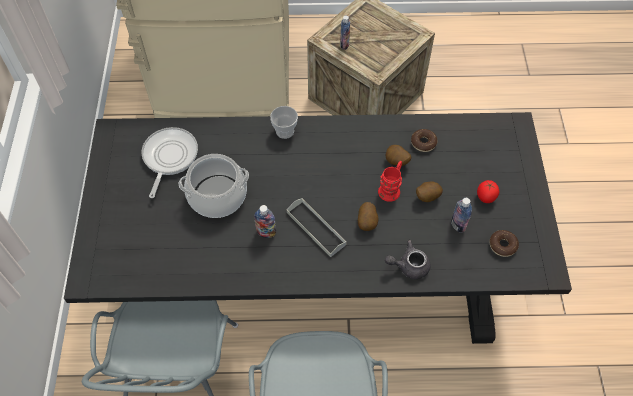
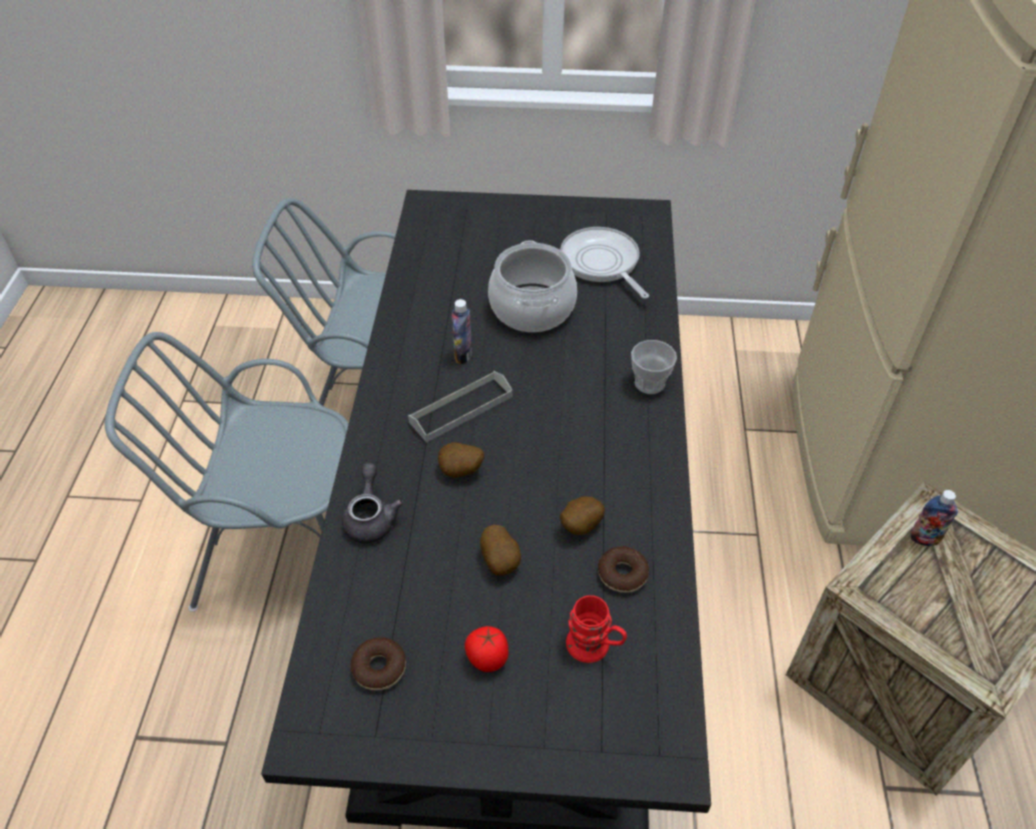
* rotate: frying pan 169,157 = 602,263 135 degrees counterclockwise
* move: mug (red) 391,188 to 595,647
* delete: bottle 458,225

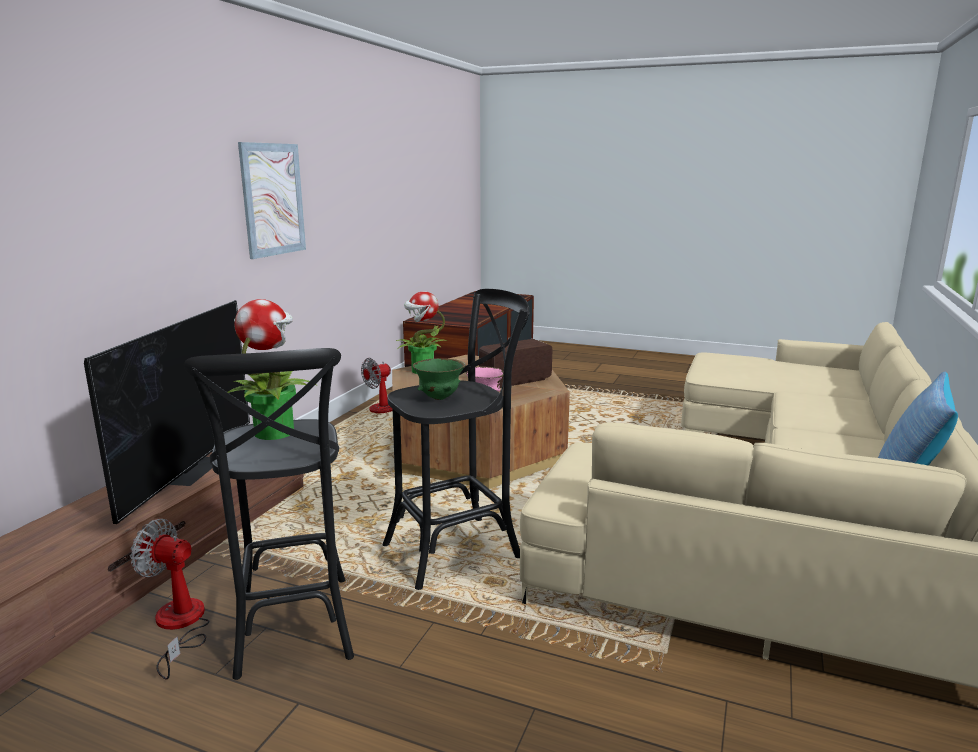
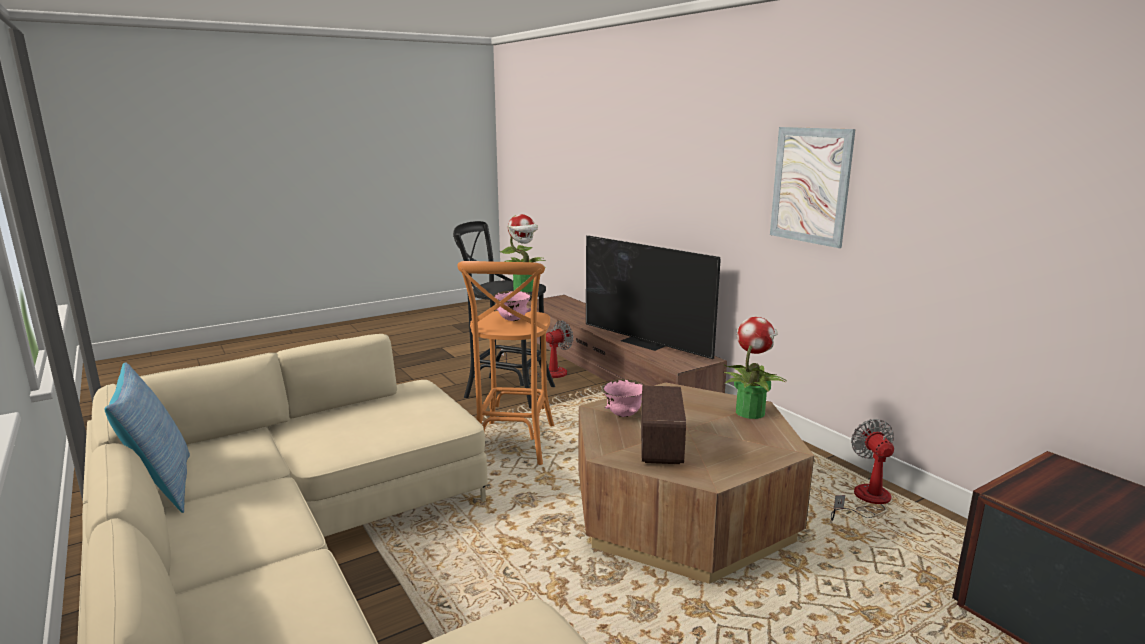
* recolor: stool (black) 458,549 to stool (orange) 512,445
* recolor: bowl (green) 439,398 to bowl (pink) 512,320

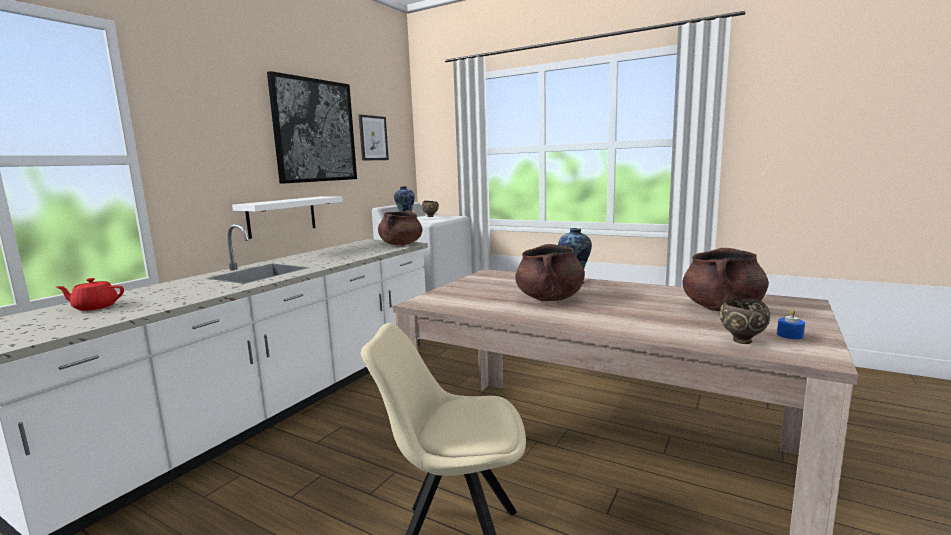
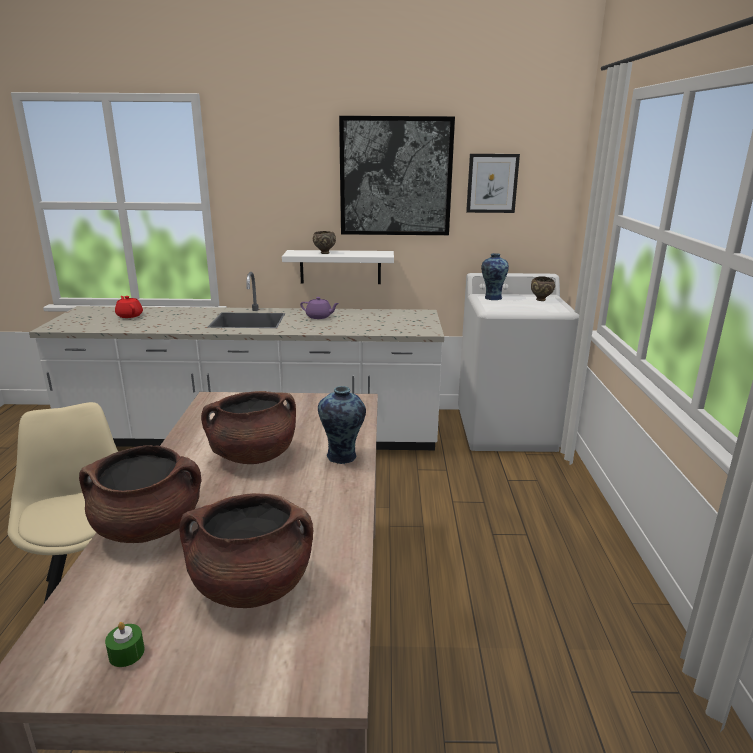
* move: cooking pot (brown) 401,244 to 149,527
* recolor: candle (blue) 790,335 to candle (green) 126,653
* insert: teapot (purple) 319,317
* move: bowl (brown) 741,341 to 324,253

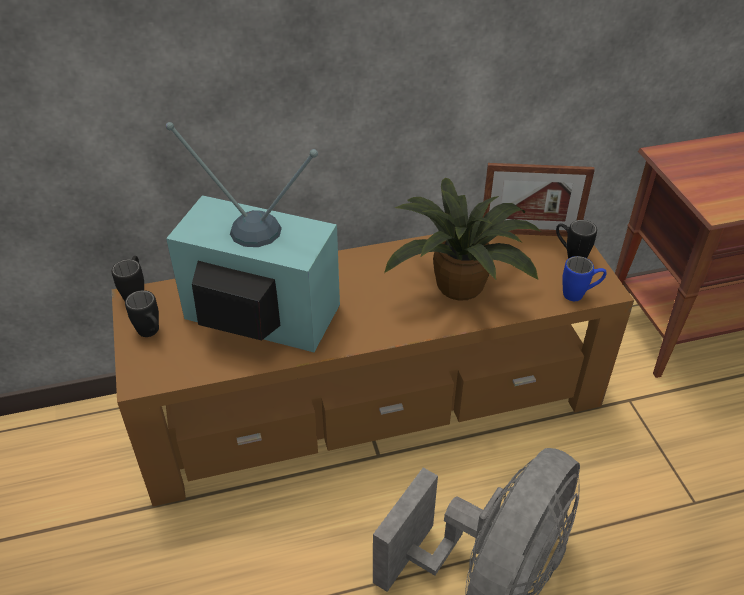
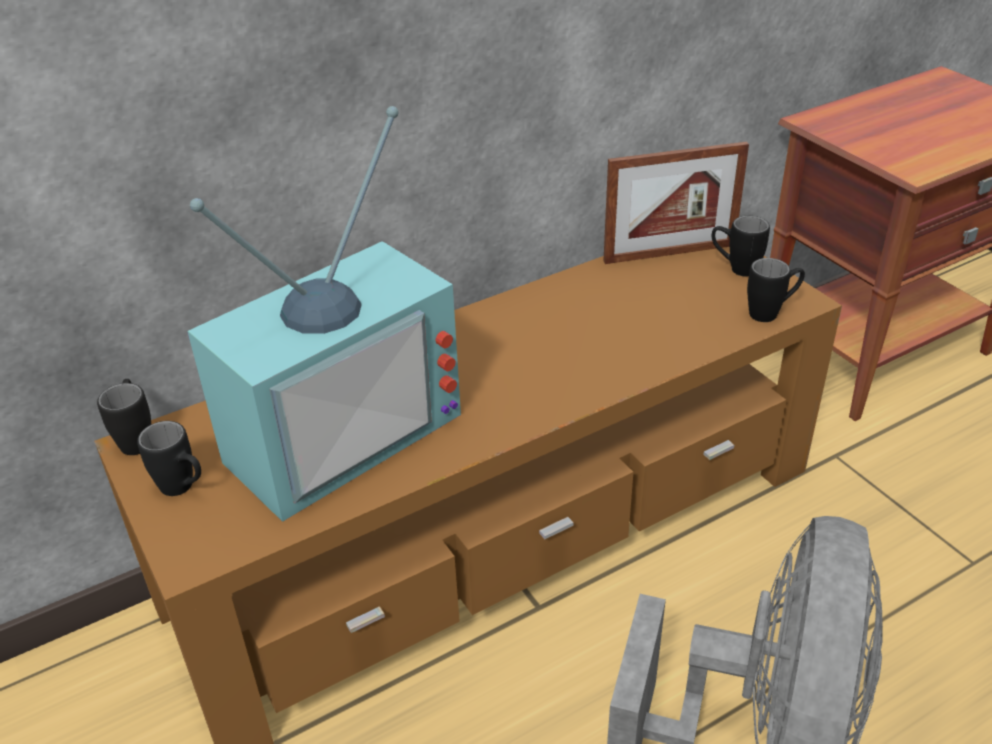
* rotate: television 257,316 = 340,430 135 degrees clockwise
* recolor: mug (blue) 579,295 to mug (black) 771,313
* delete: potted plant 461,282

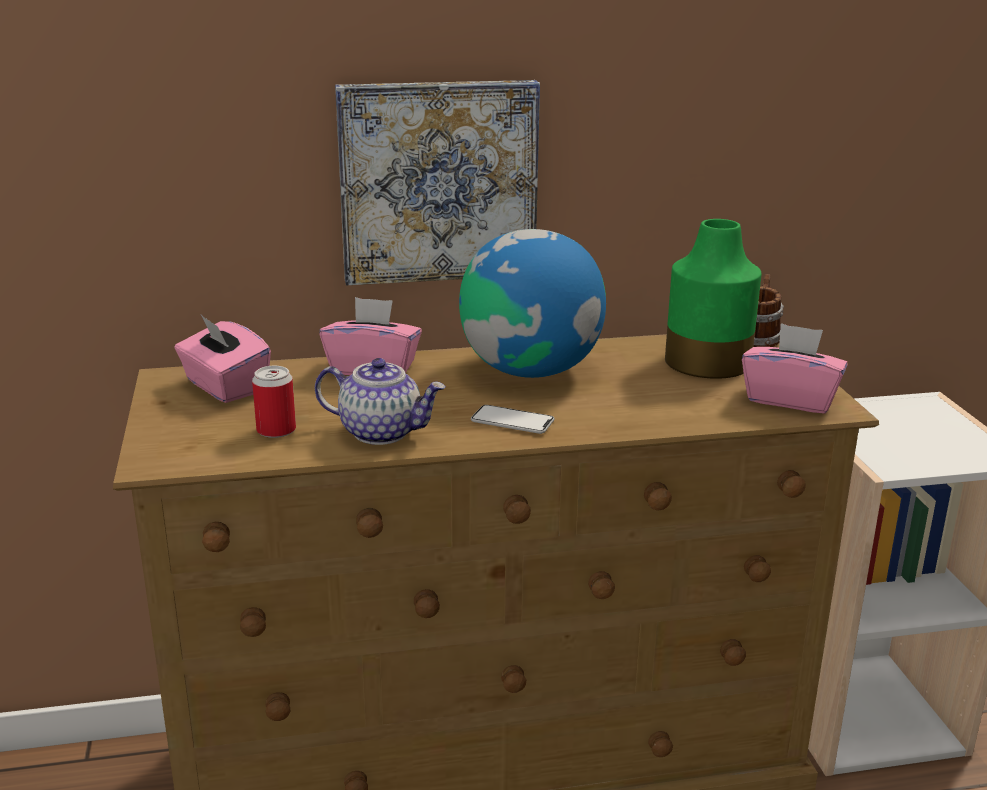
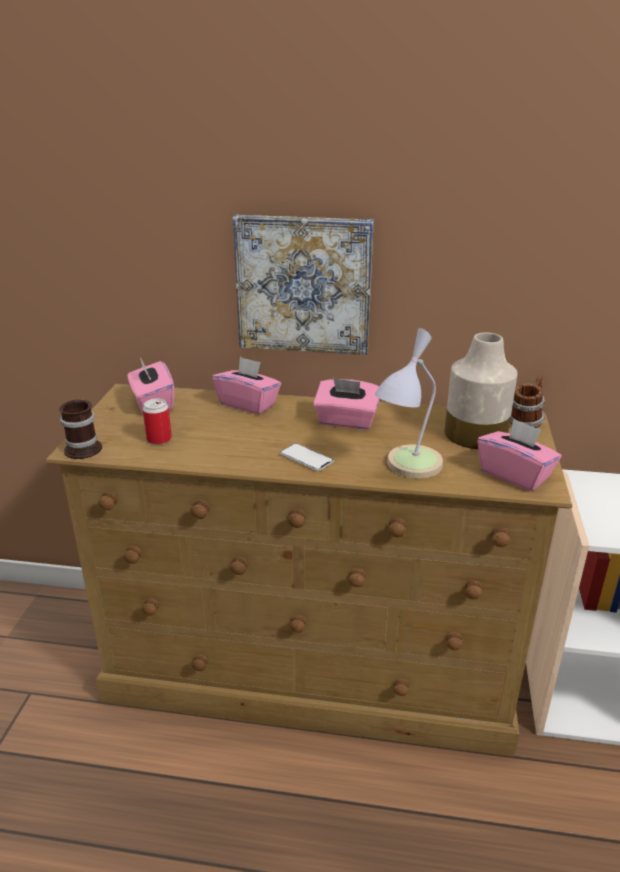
* insert: mug 85,447
* replace: globe 530,370 to tissue box (pink) 346,421
* insert: table lamp 406,468
* recolor: vase (green) 709,361 to vase (beige) 476,433
* delete: teapot 382,432

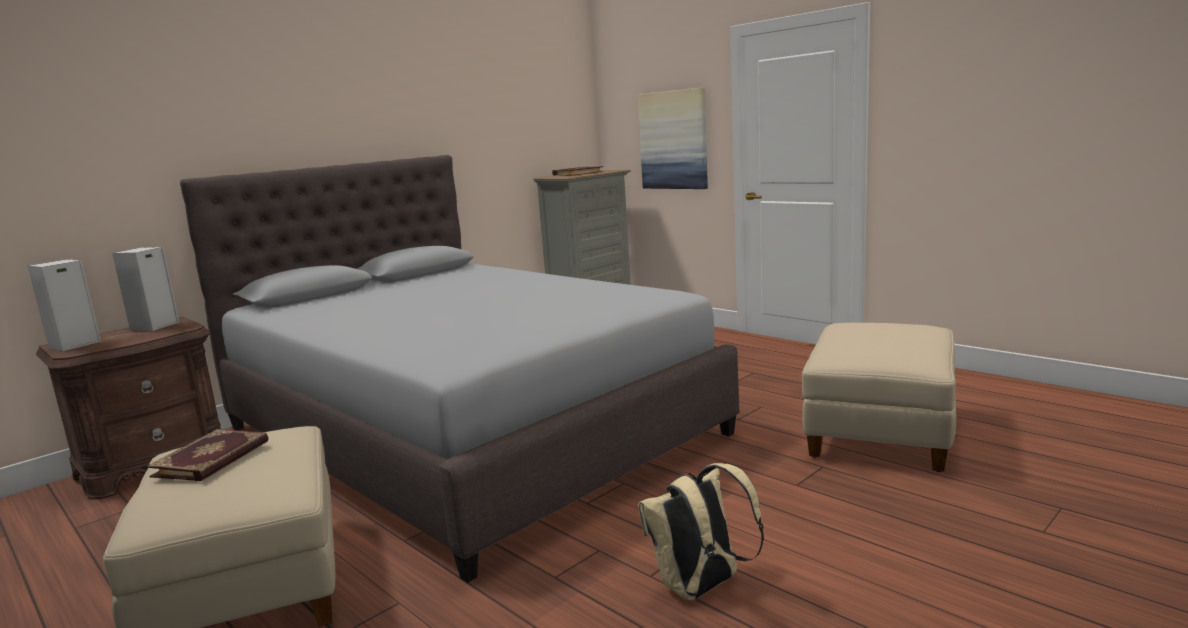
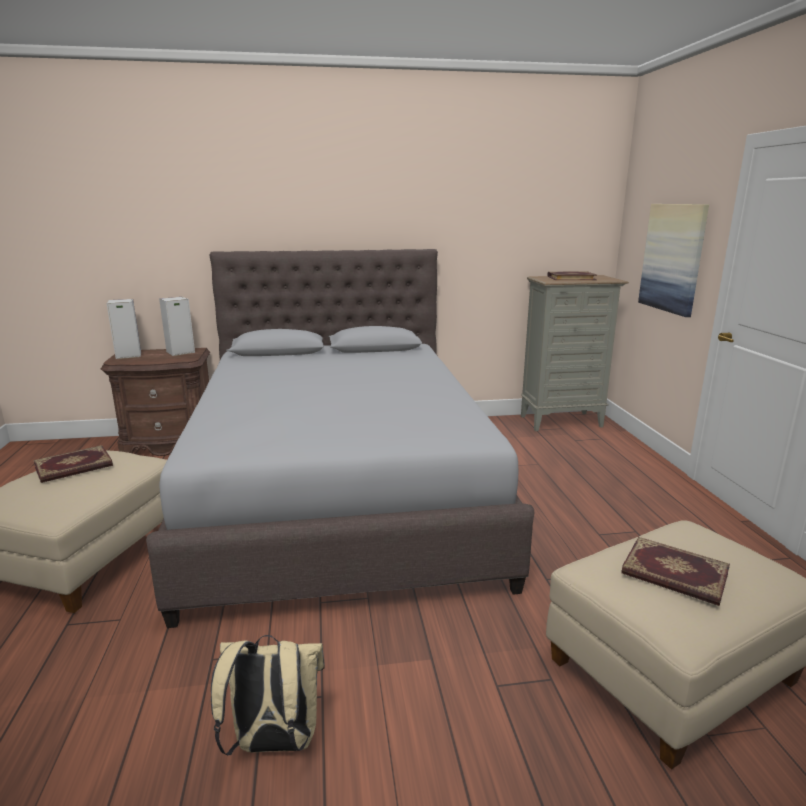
* insert: book 674,575

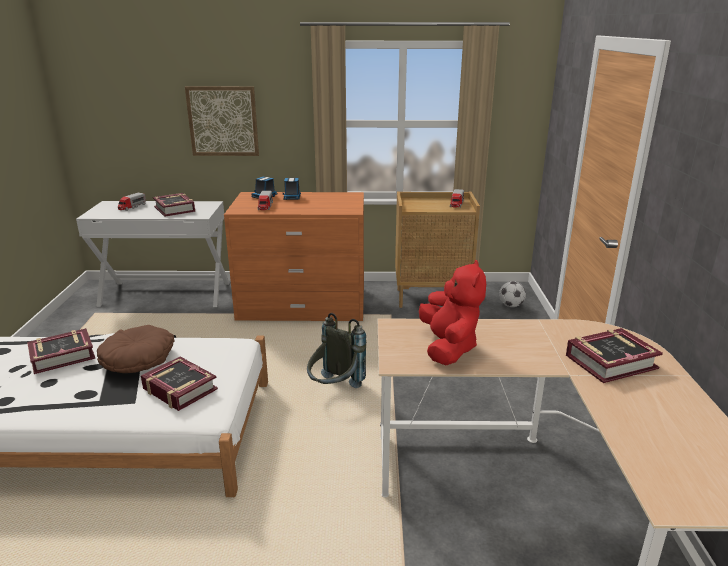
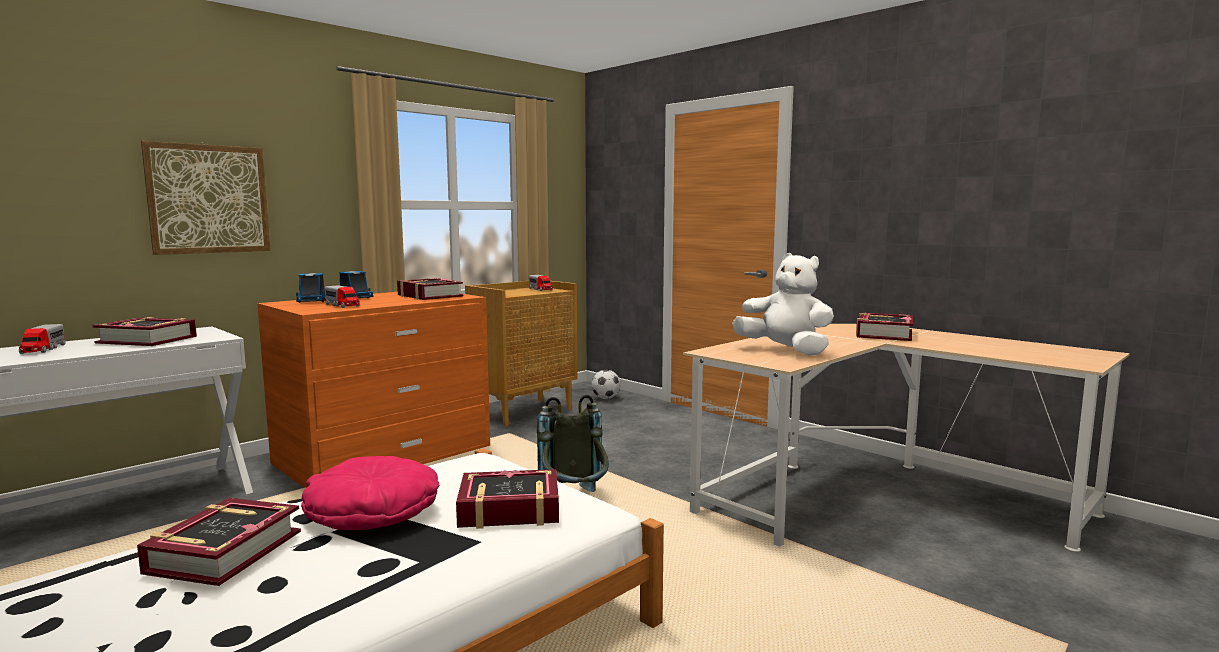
* recolor: pillow (brown) 137,359 to pillow (pink) 370,512
* insert: book 429,296
* recolor: plush toy (red) 448,347 to plush toy (white) 785,351

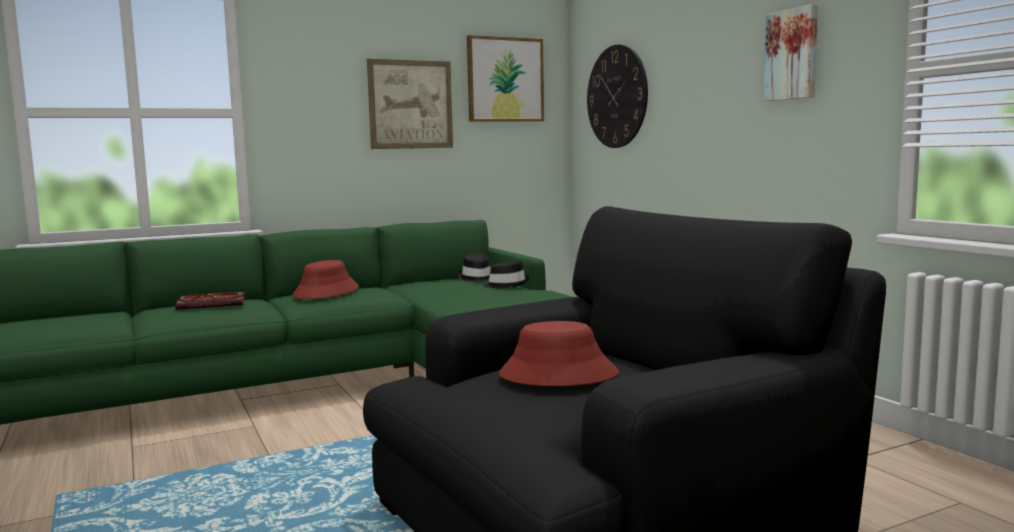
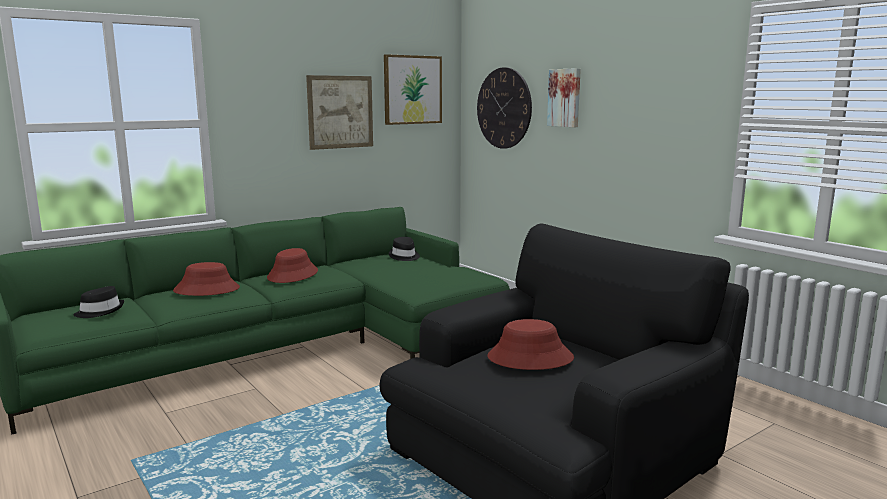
* move: hat (black) 506,285 to 100,311
* replace: book 213,304 to hat (red) 207,289
* move: picture 792,55 to 565,98

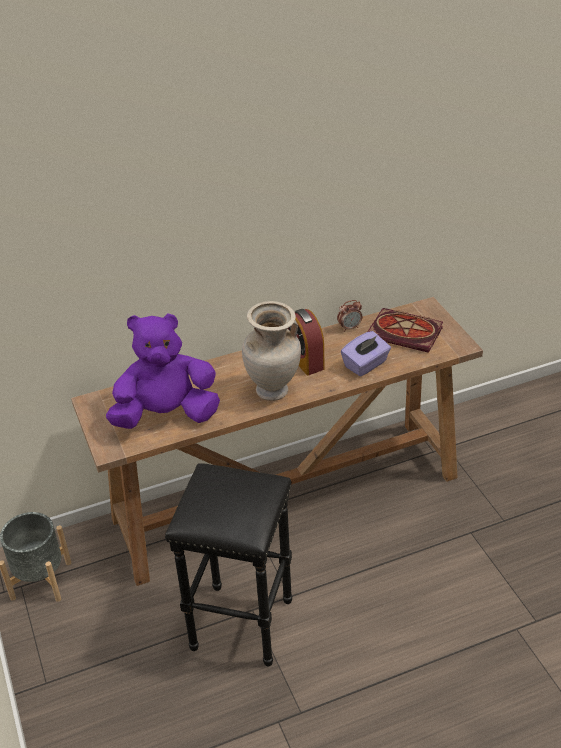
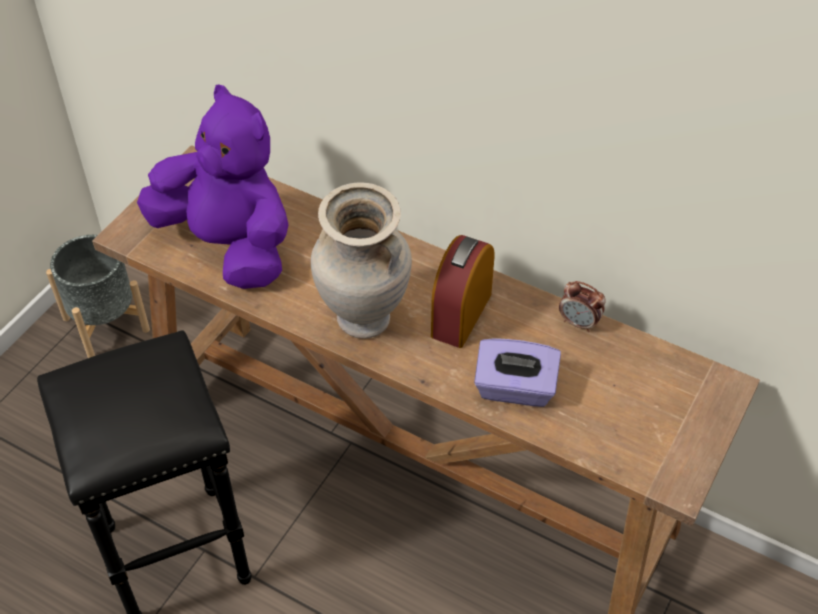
* delete: book 407,332

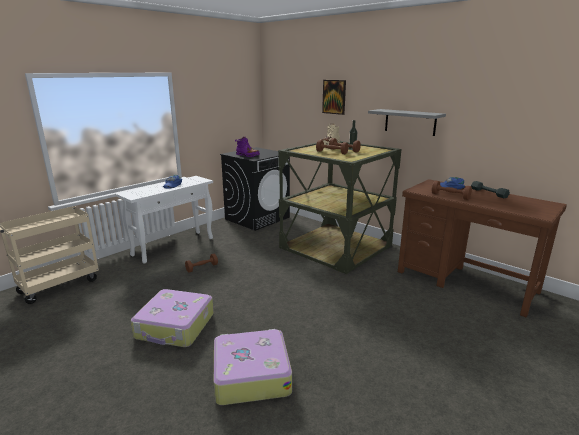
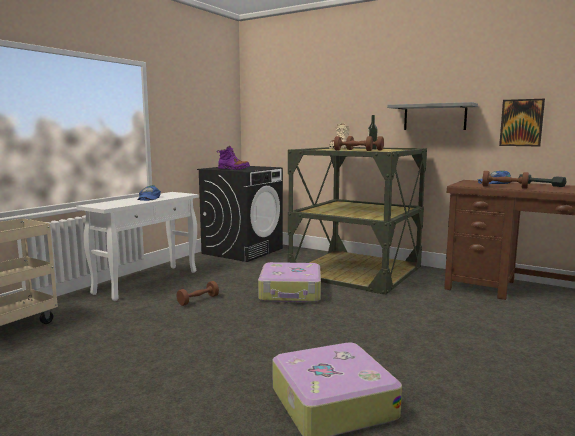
* move: suitcase 175,326 to 291,292
* move: picture 334,97 to 521,122

